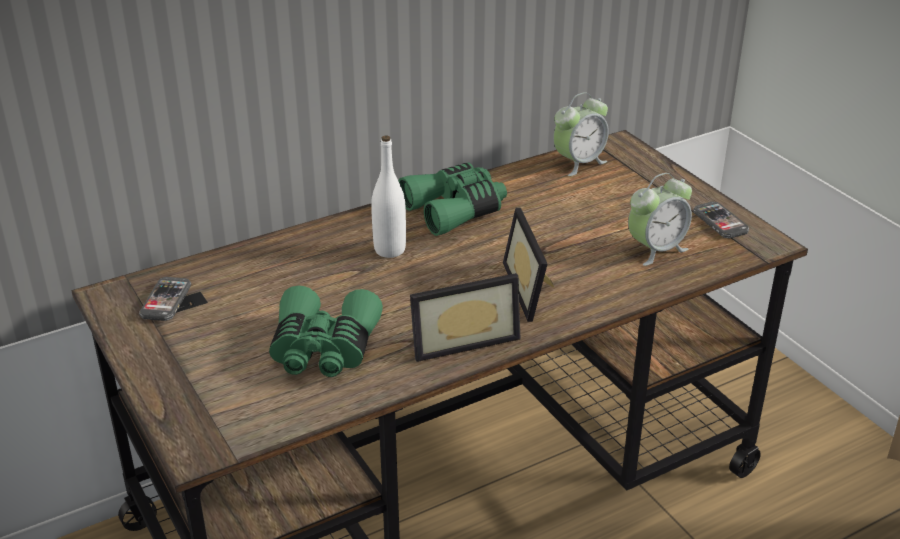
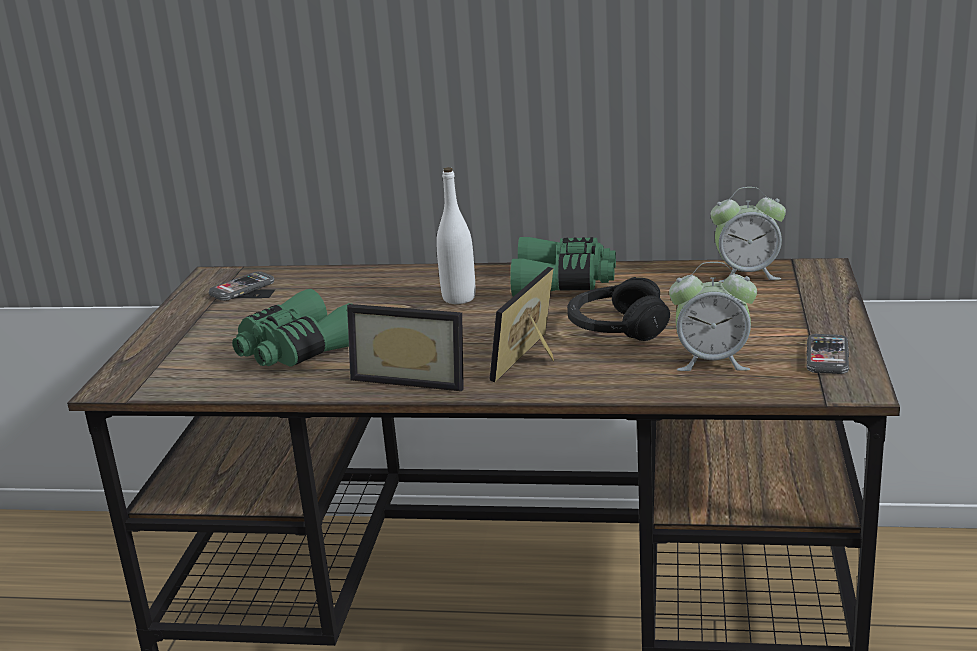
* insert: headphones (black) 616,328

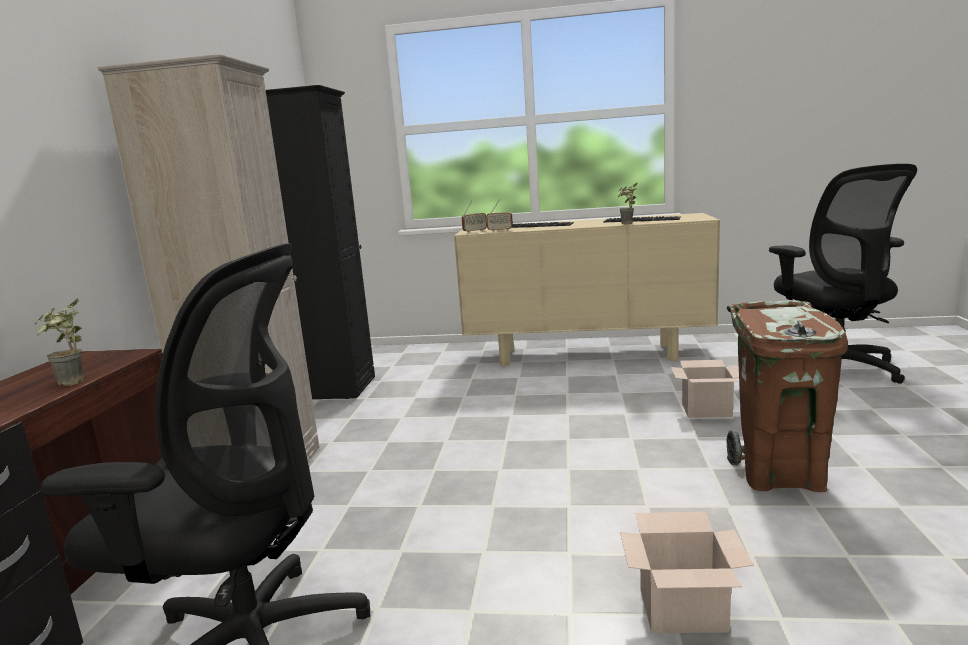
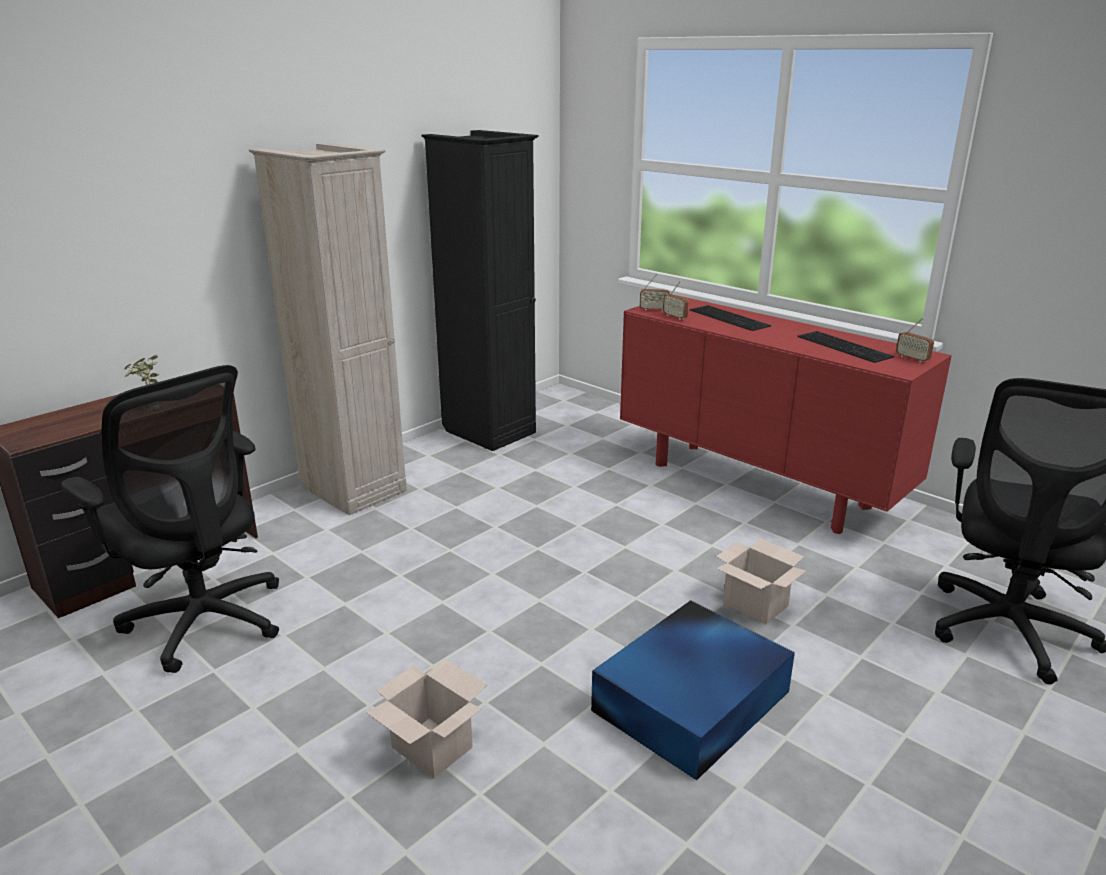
* replace: trash can (brown) 779,474 to storage box (blue) 694,700
* recolor: dresser (beige) 586,355 to dresser (red) 757,485
* insert: radio 912,359
* delete: potted plant 626,224

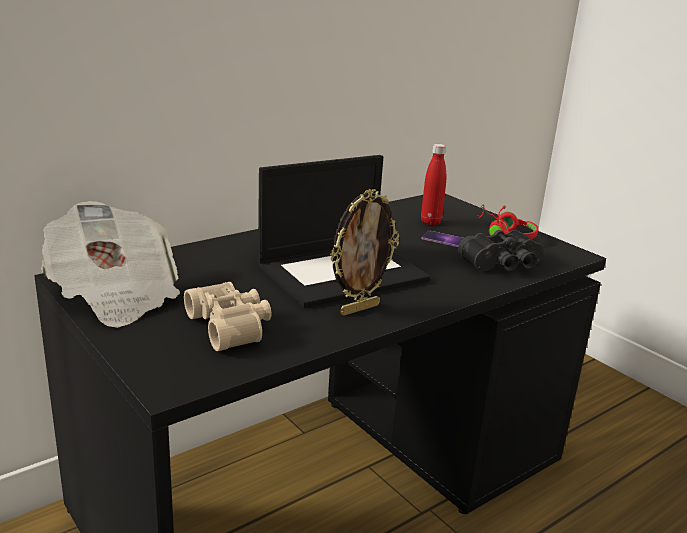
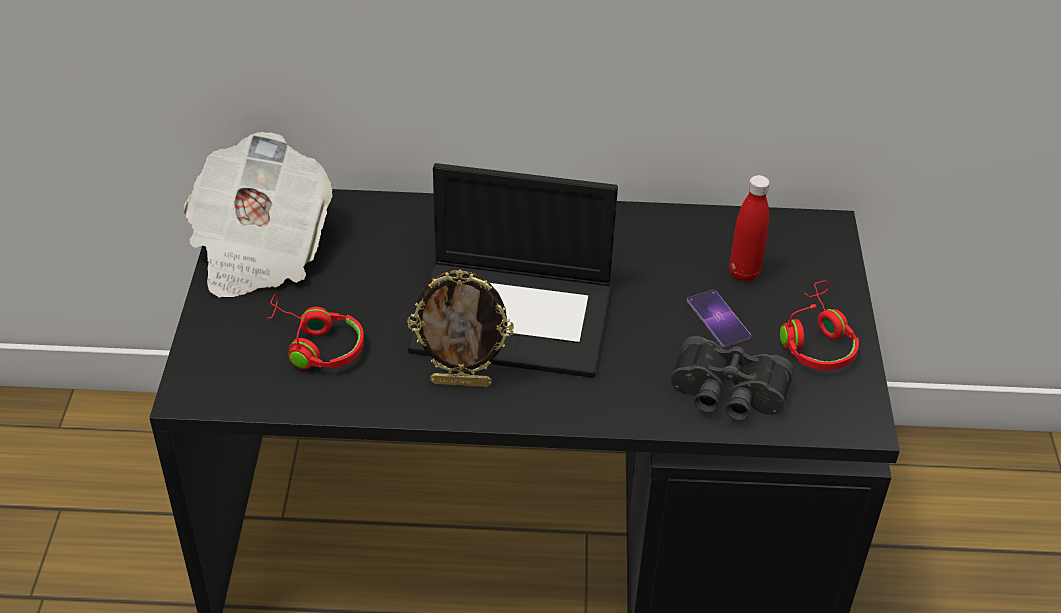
* replace: binoculars (beige) 231,326 to headphones (red) 315,345

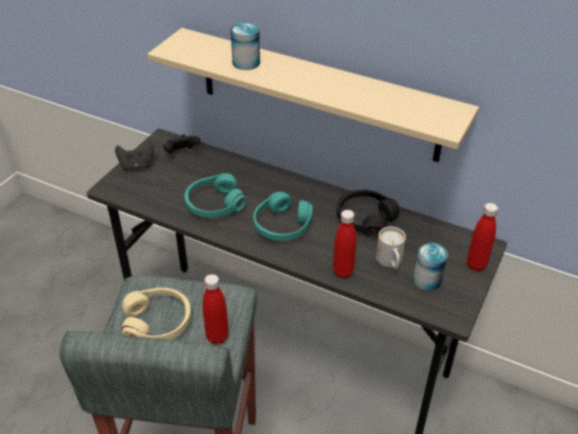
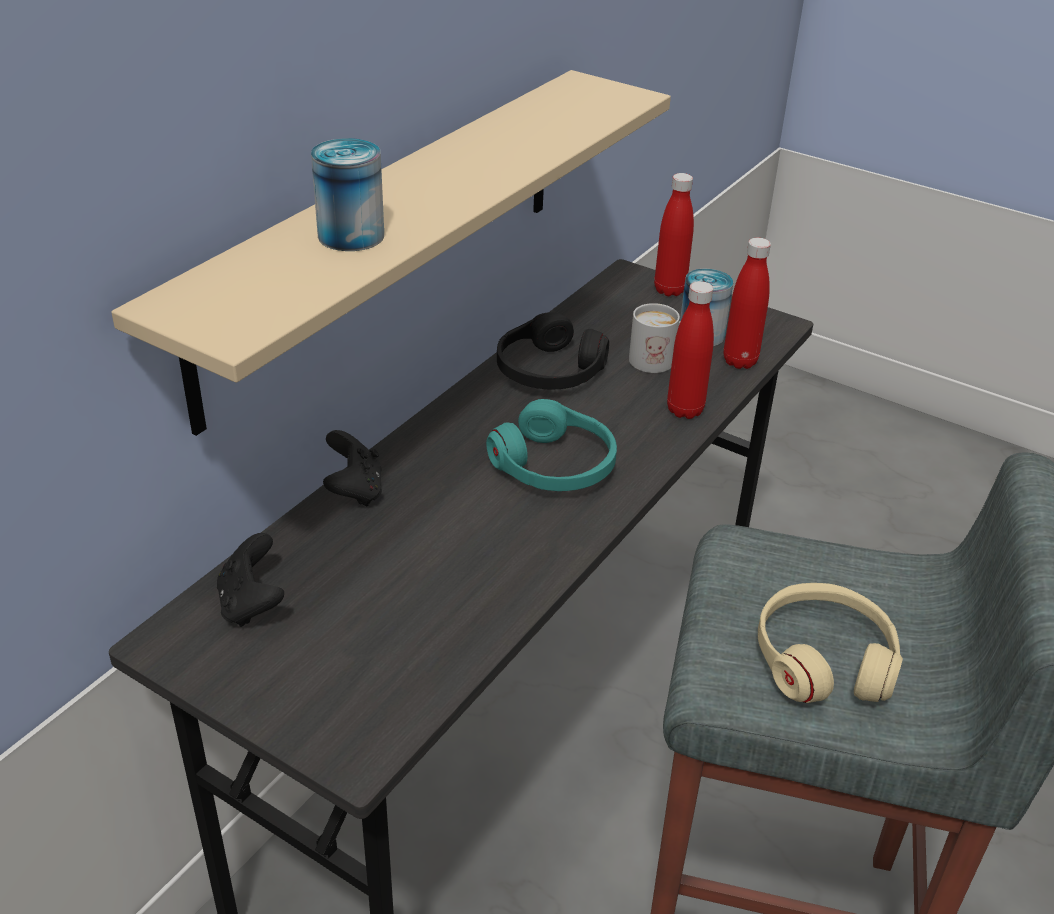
* move: game controller (black) 137,165 to 354,490
* move: bottle (red) 217,337 to 740,361
* delete: headphones (turquoise) 214,204

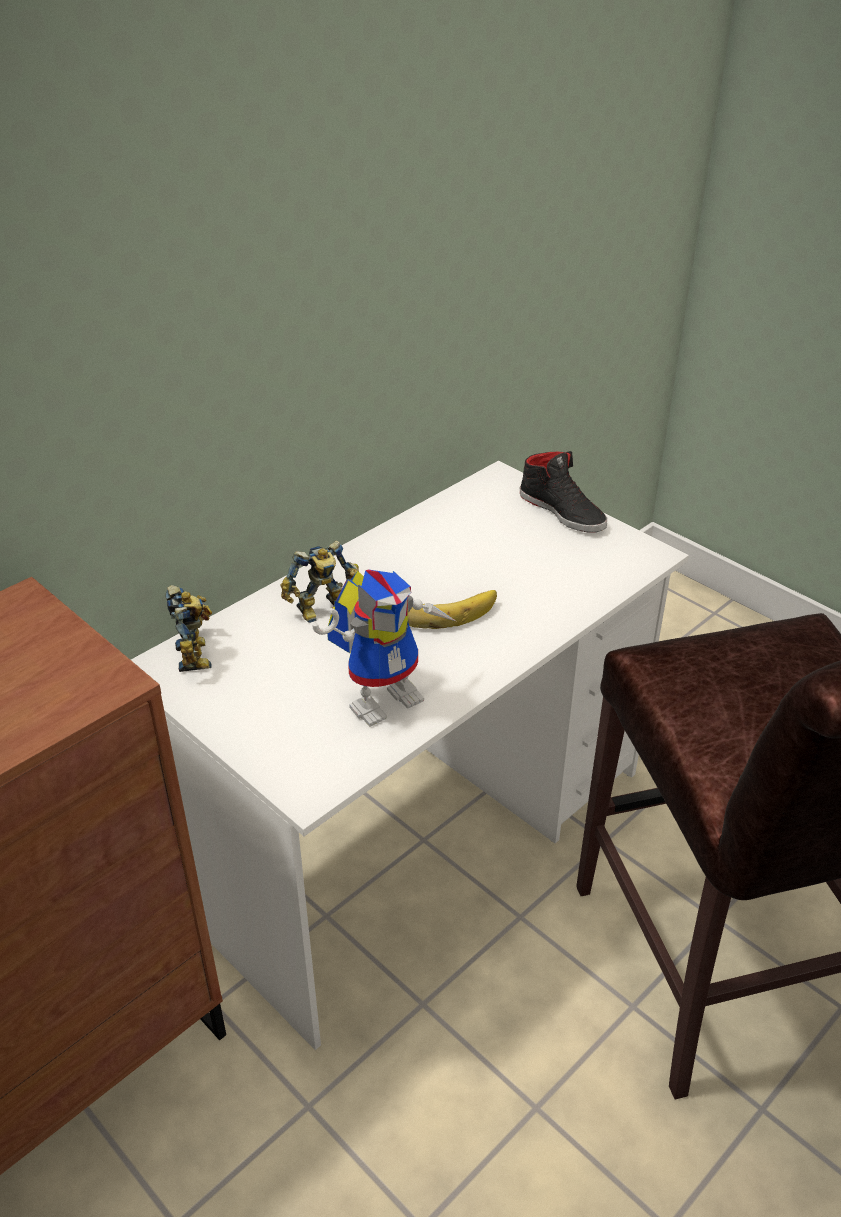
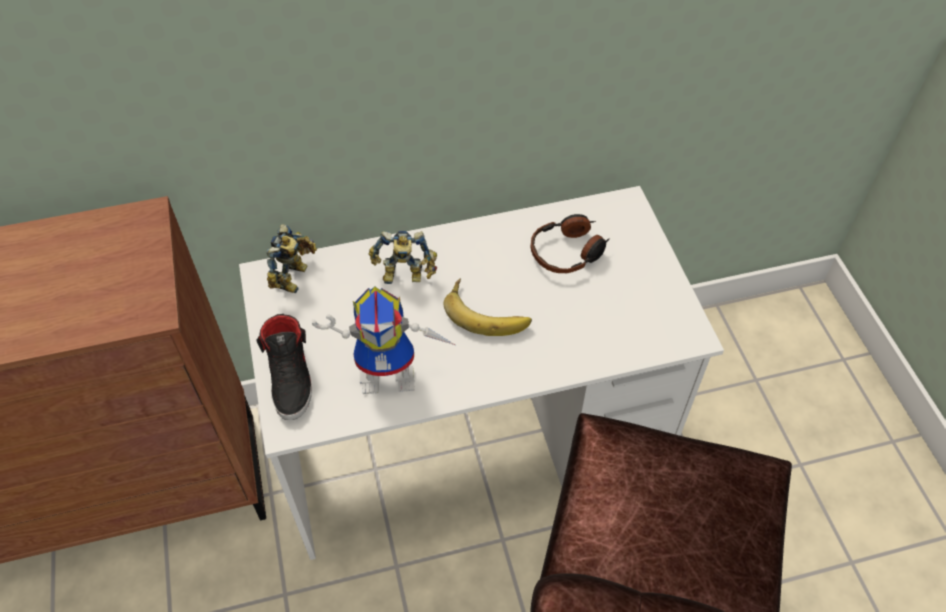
* move: shoe (black) 563,511 to 291,376
* insert: headphones 568,252

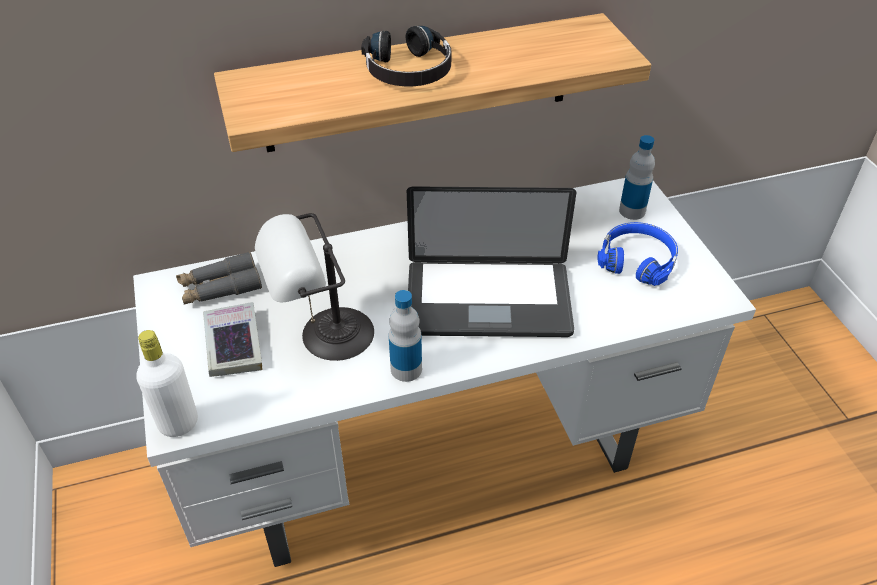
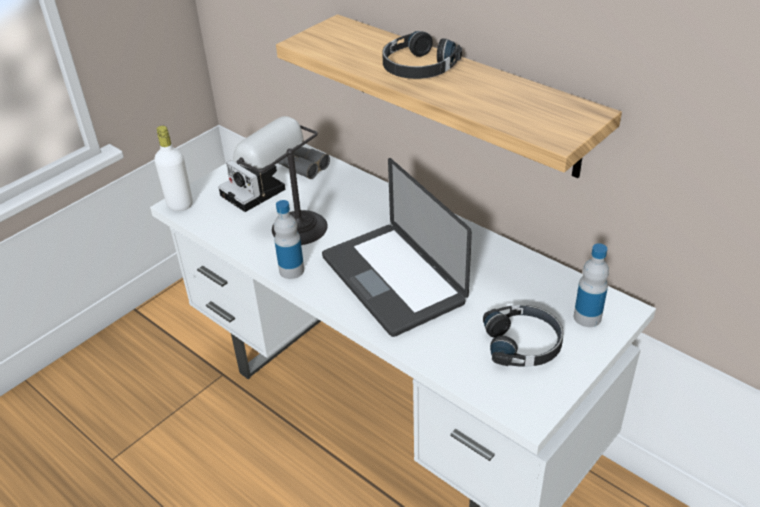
* replace: book 233,344 to photo camera 255,193
* recolor: headphones (blue) 637,260 to headphones (black) 523,343

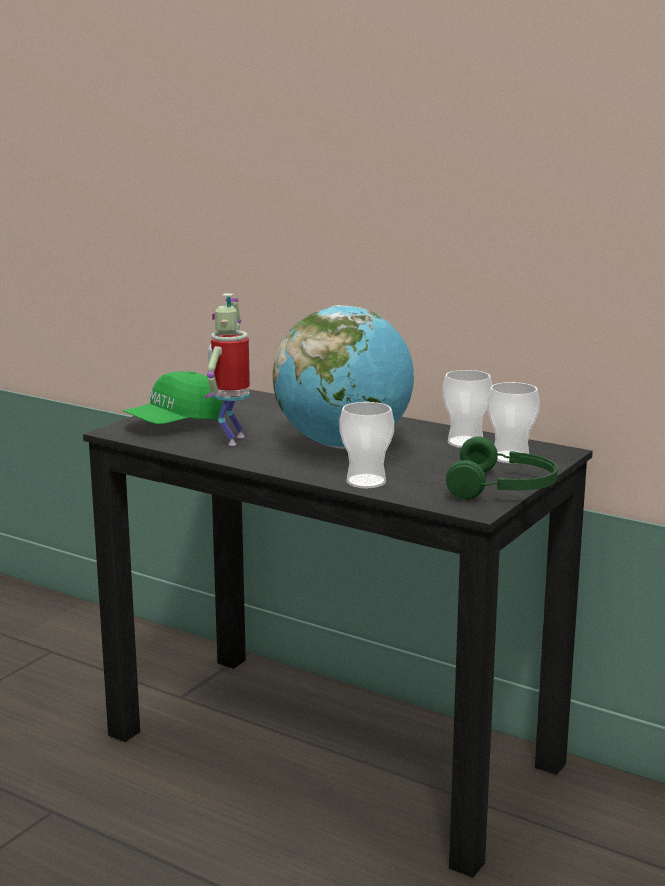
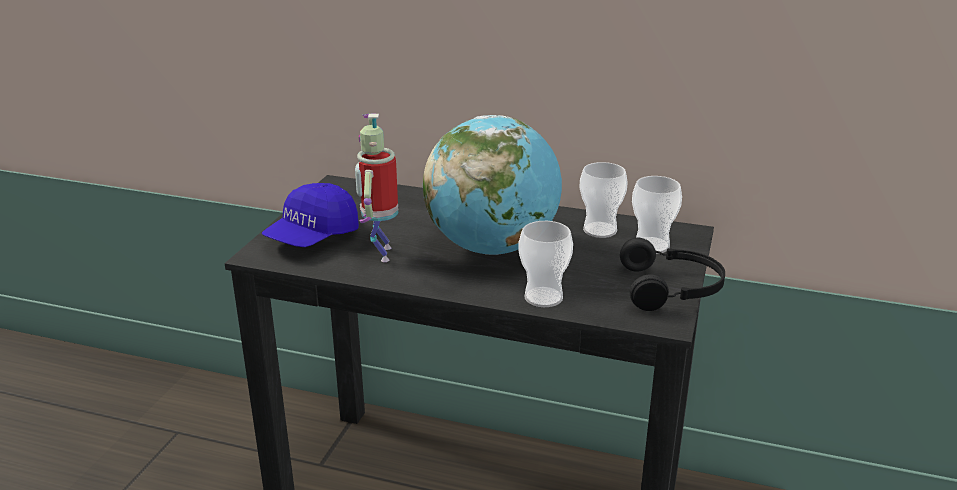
* recolor: cap (green) 175,424 to cap (blue) 312,237
* recolor: headphones (green) 503,488 to headphones (black) 672,289

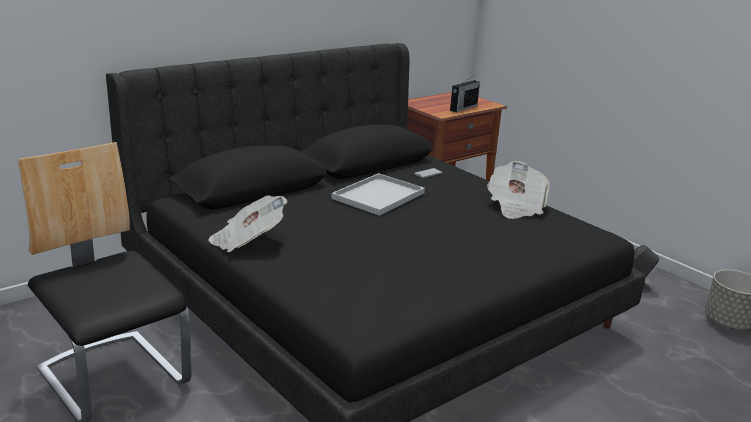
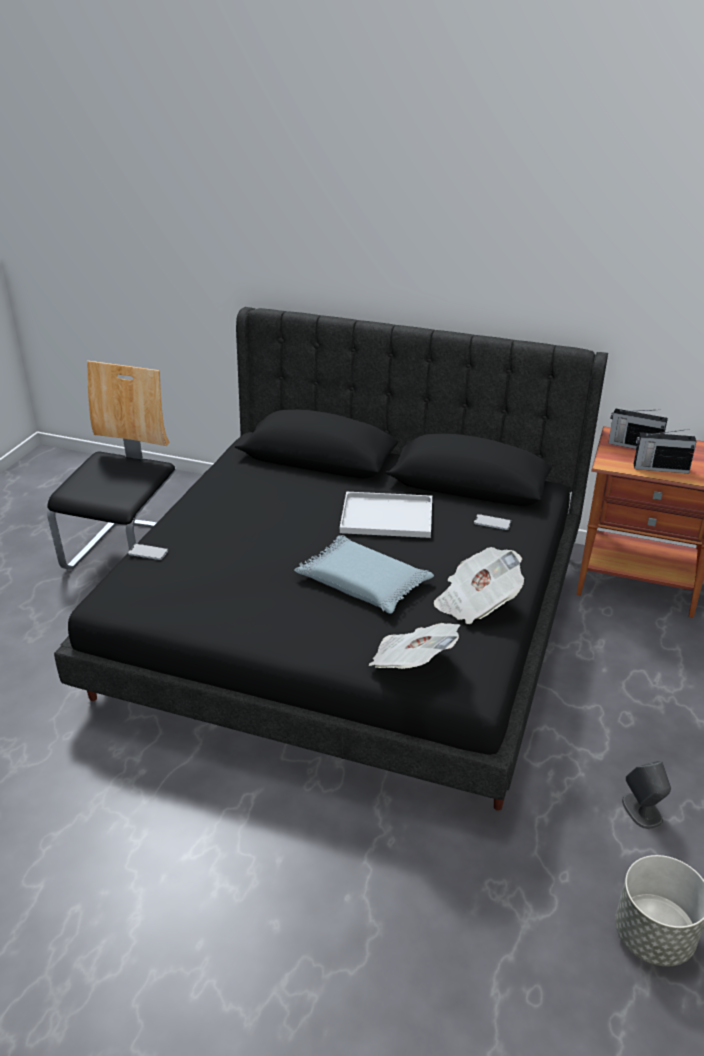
* insert: phone 148,552
* insert: pillow (blue) 363,581
* move: newspaper 247,241 to 412,663
* insert: radio 633,445

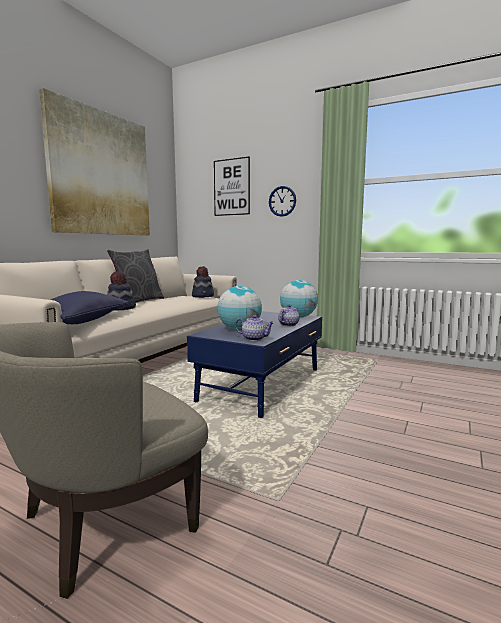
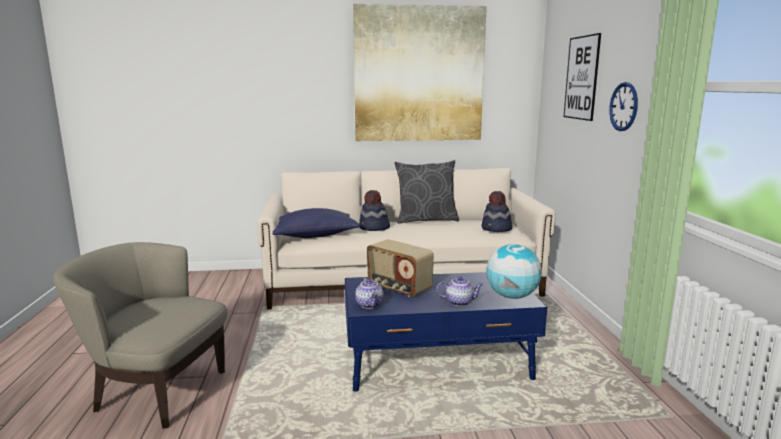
* replace: globe 239,329 to radio 398,288

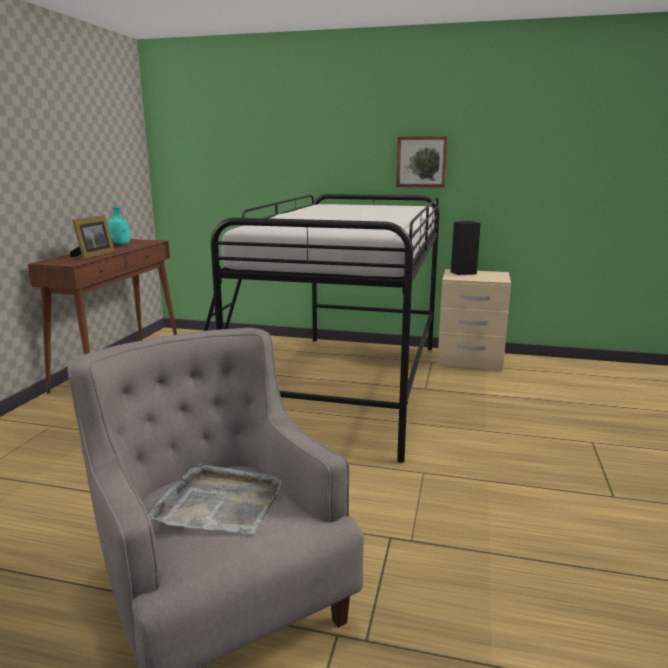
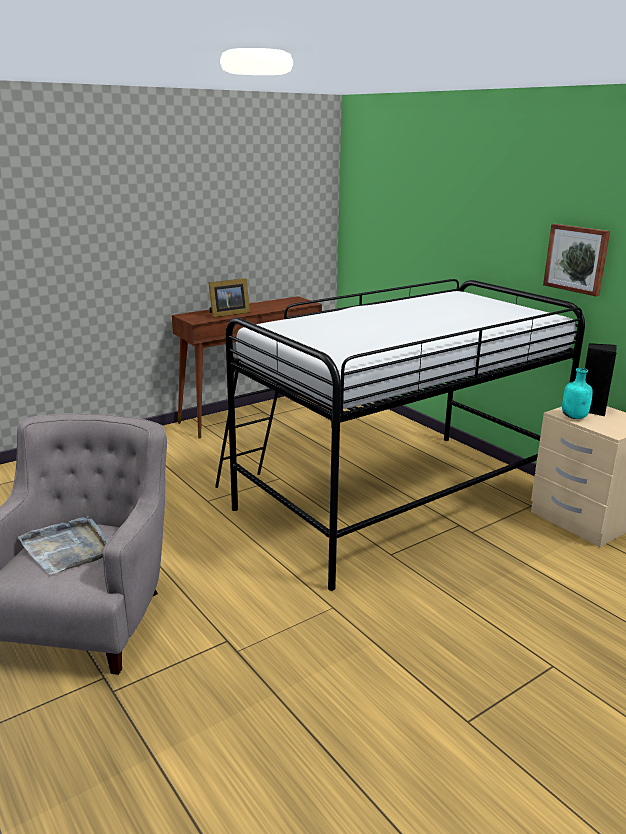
* move: bottle (turquoise) 120,245 to 574,417

